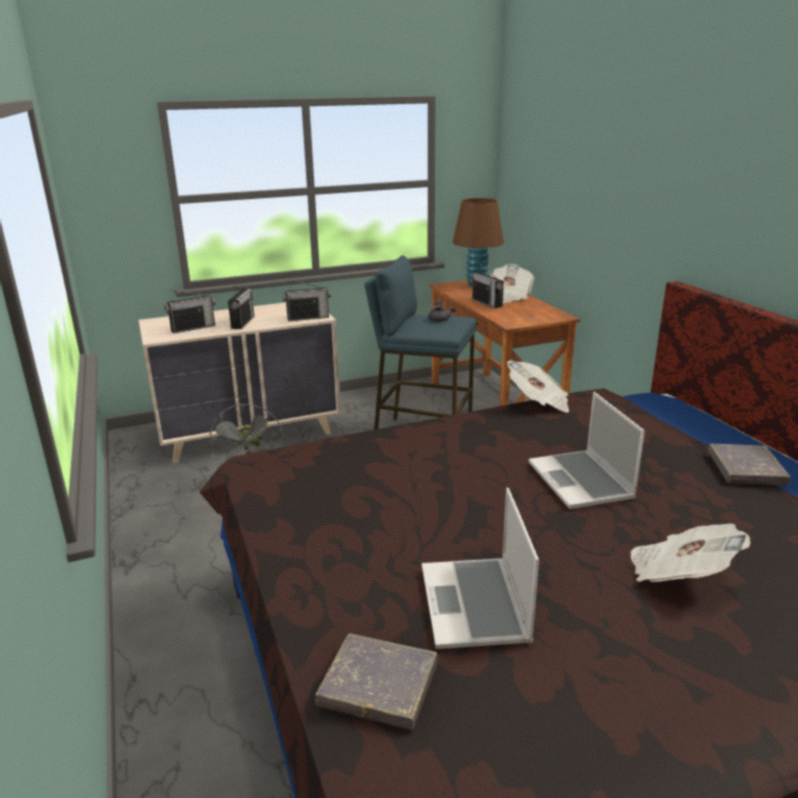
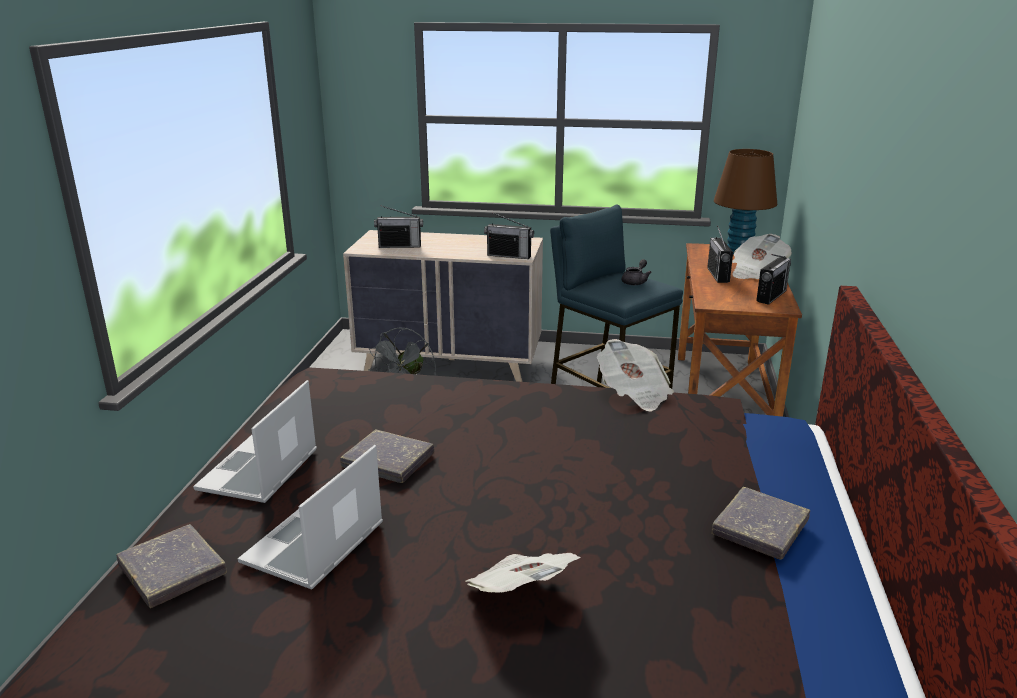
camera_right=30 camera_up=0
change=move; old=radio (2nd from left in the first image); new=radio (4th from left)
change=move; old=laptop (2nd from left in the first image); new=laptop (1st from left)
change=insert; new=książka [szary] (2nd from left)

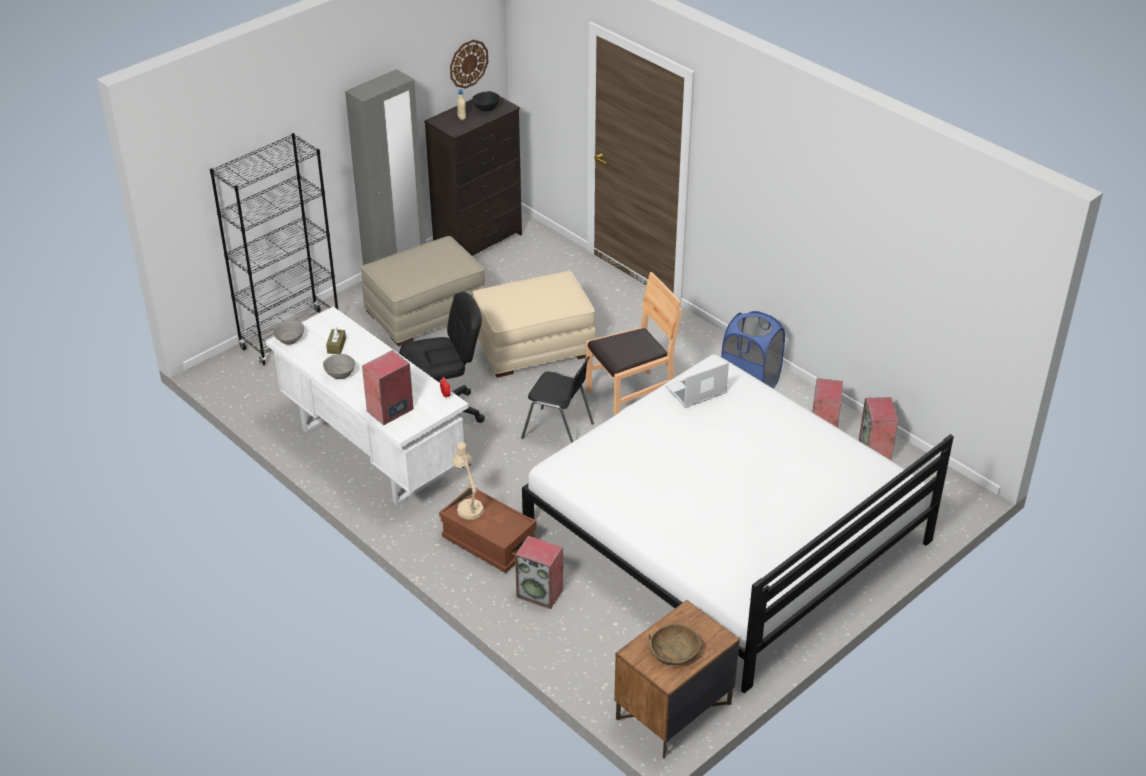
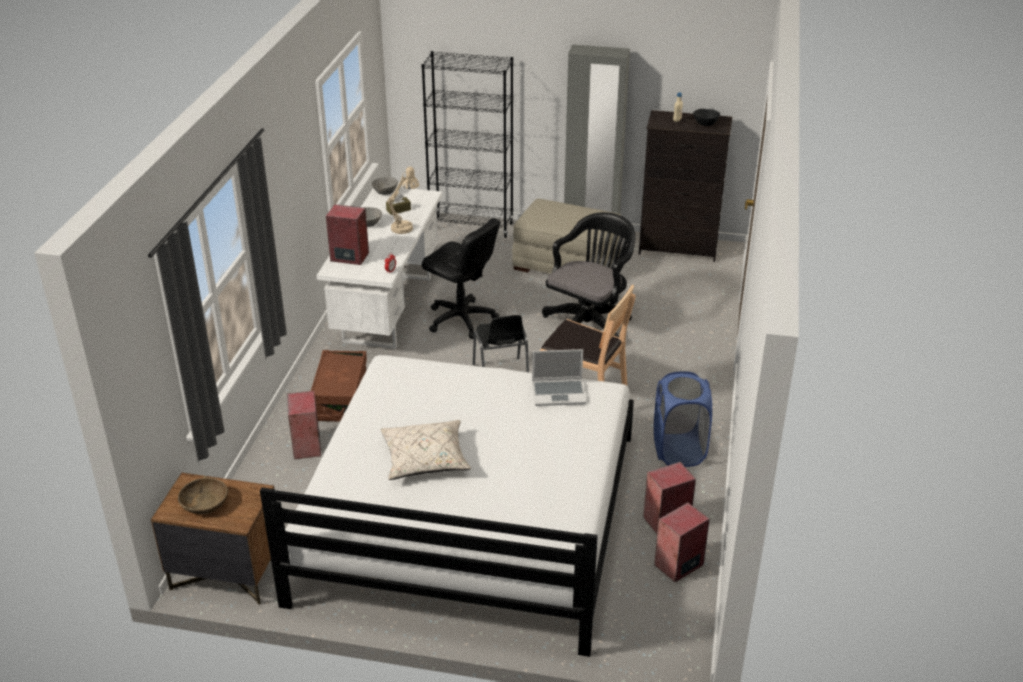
camera_right=55 camera_up=-5
change=delete; old=zegar ścienny
change=move; old=lampa stołowa [beżowy]
change=replace; old=pufa [beżowy] (2nd from left); new=krzesło biurowe [czarny] (2nd from left)
change=rotate; old=laptop; degrees=150
change=insert; new=poduszka [beżowy]

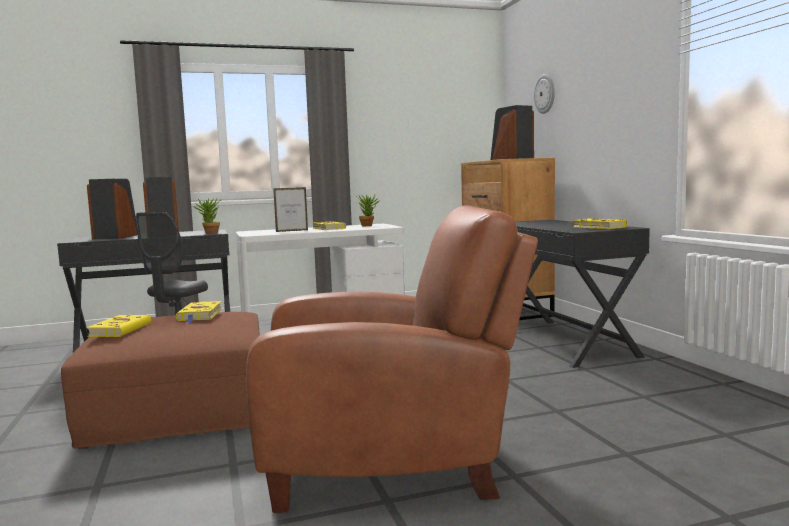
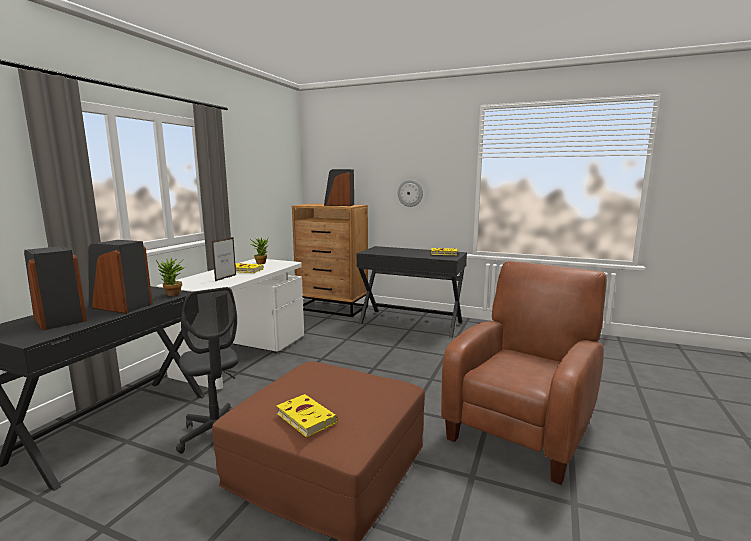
camera_right=-50 camera_up=5
change=delete; old=książka [żółty] (2nd from left)
change=move; old=zegar ścienny

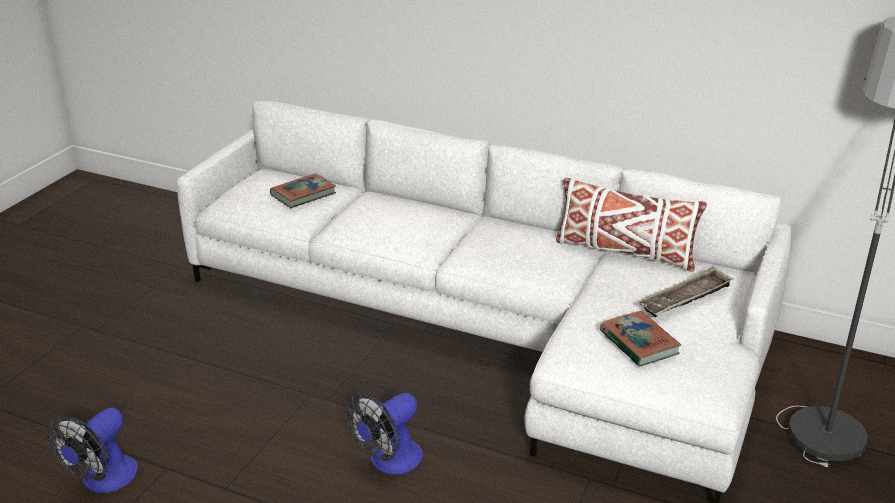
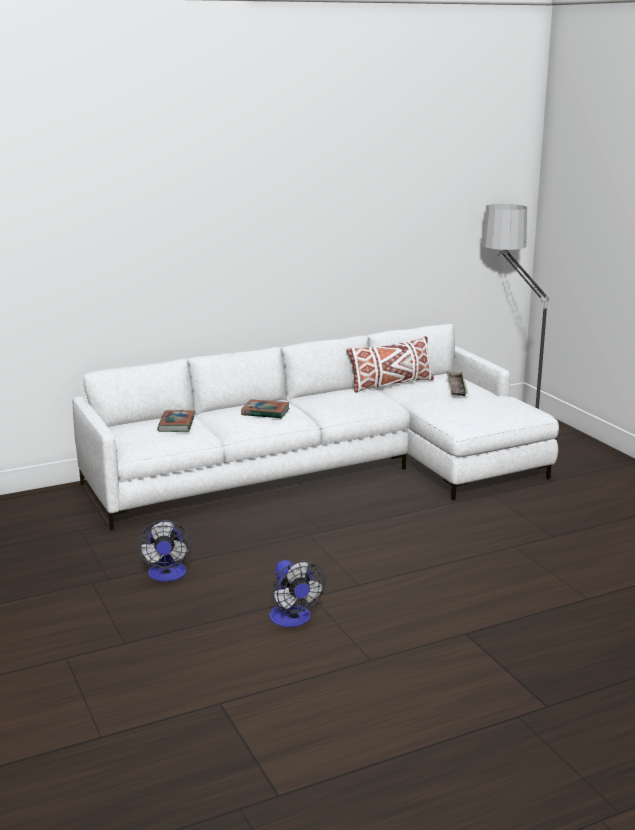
camera_right=-50 camera_up=-10
change=move; old=wentylator (2nd from left in the first image); new=wentylator (1st from left)
change=move; old=książka (2nd from left)

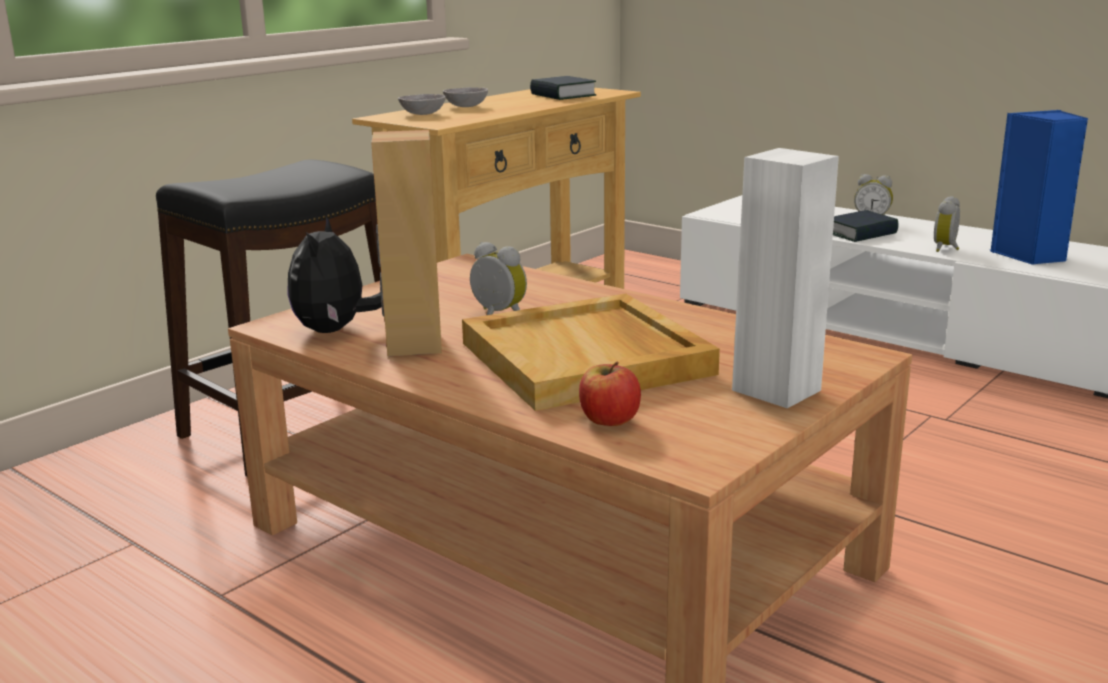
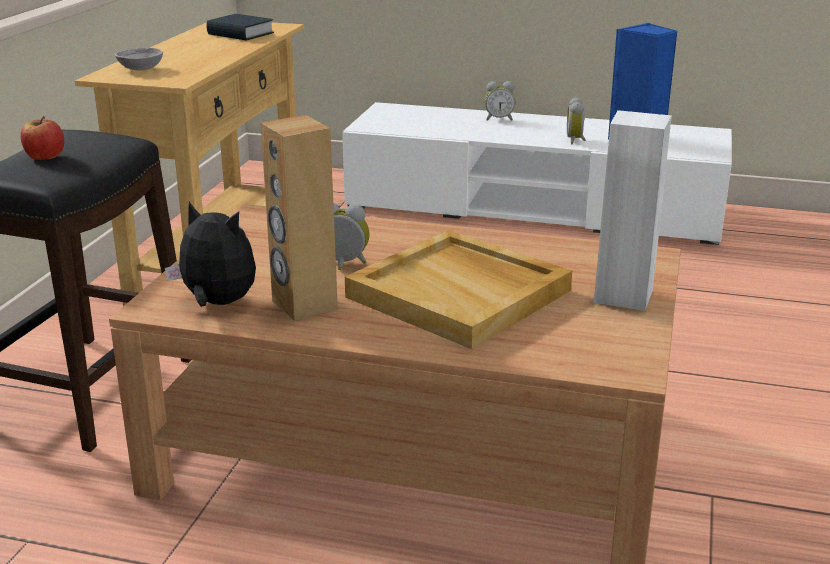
camera_right=-25 camera_up=5
change=rotate; old=pluszak; degrees=135
change=delete; old=miska [szary] (2nd from left)
change=move; old=jabłko
change=delete; old=książka (2nd from left)

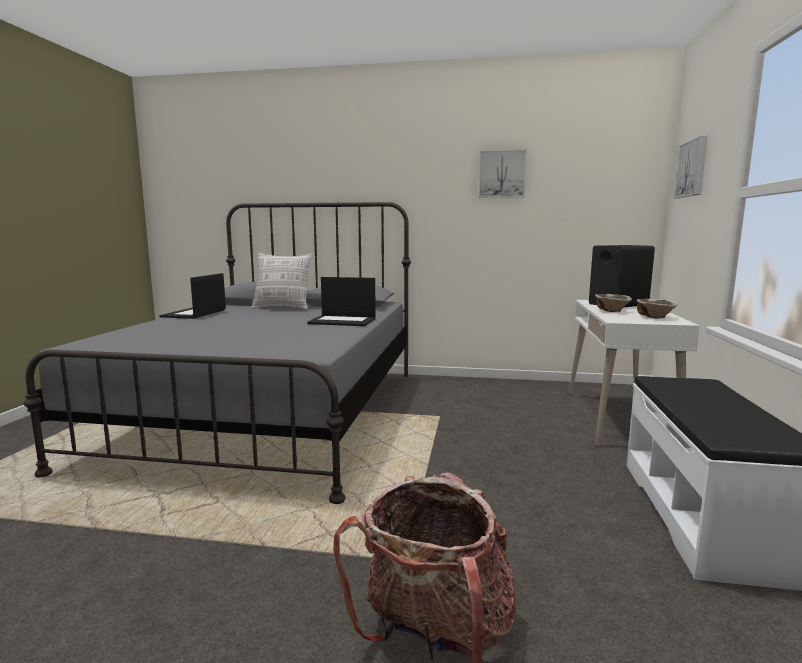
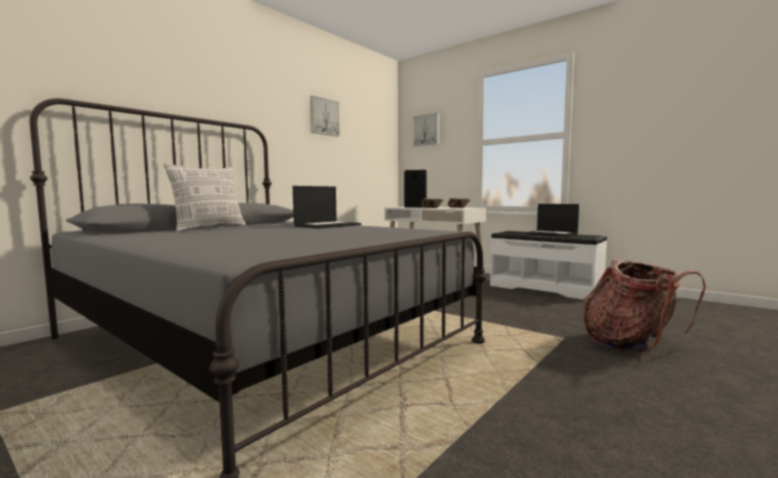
camera_right=-60 camera_up=-5
change=move; old=laptop (1st from left in the first image); new=laptop (2nd from left)

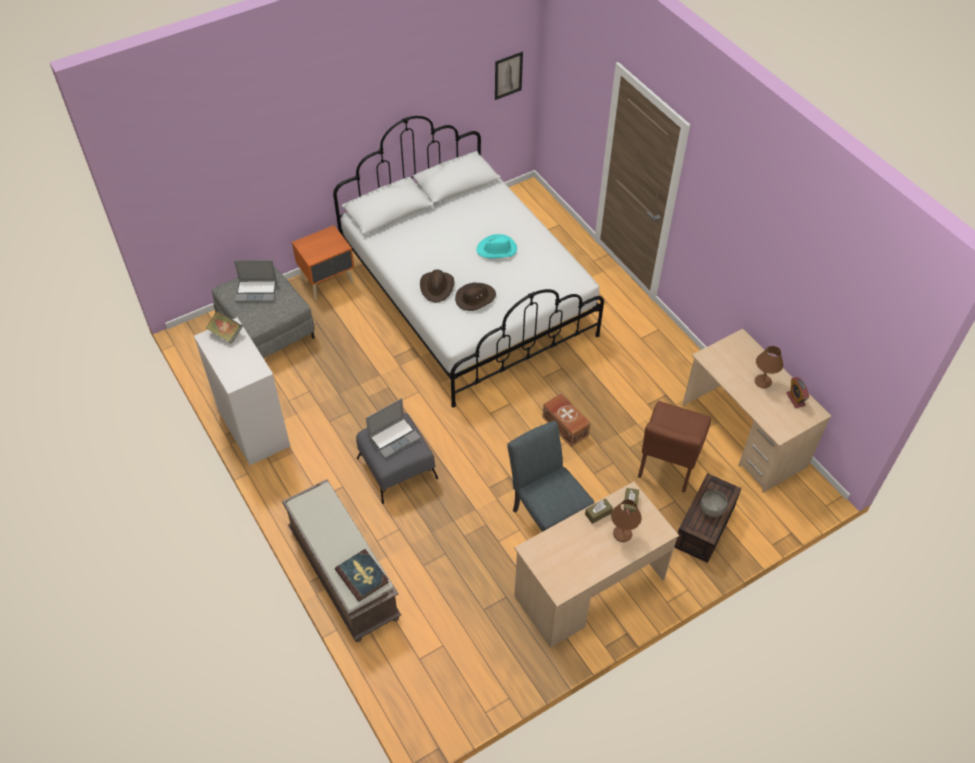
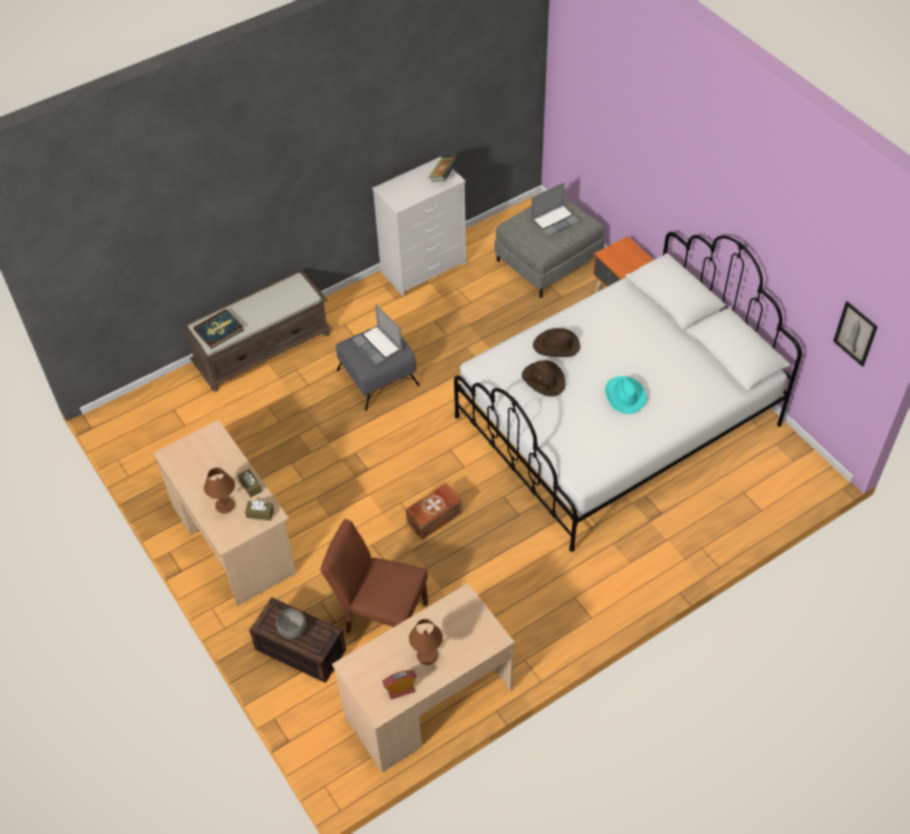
camera_right=90 camera_up=0
change=rotate; old=laptop (1st from left in the first image); degrees=-120
change=delete; old=krzesło [szary]

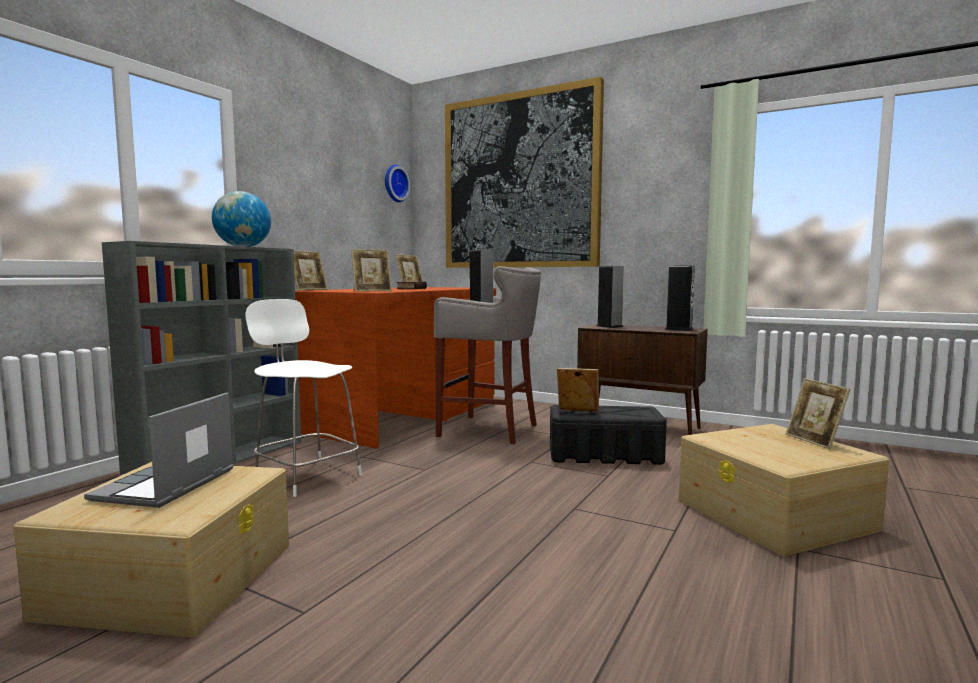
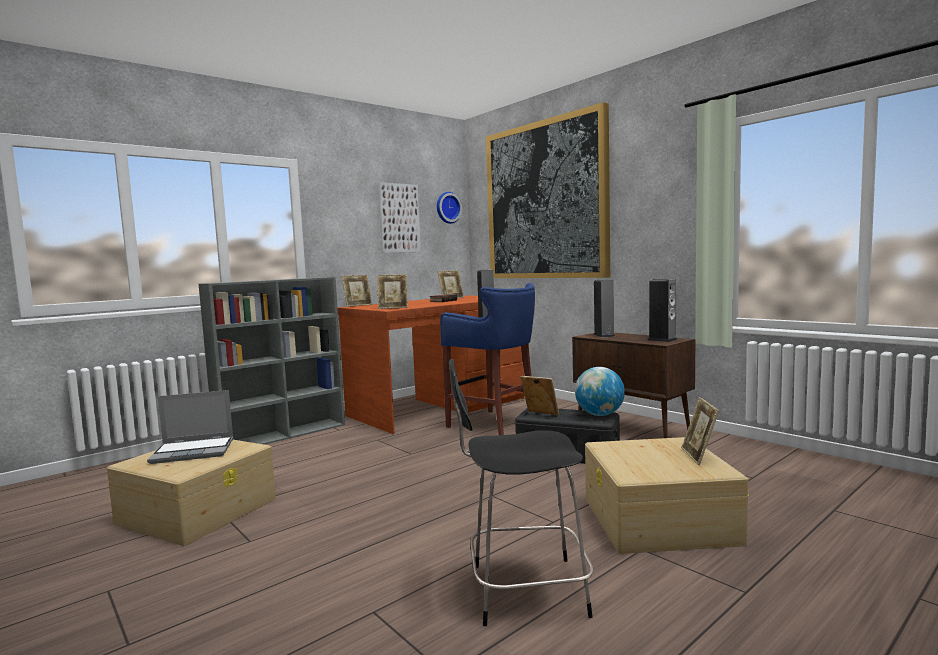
camera_right=20 camera_up=0
change=rotate; old=laptop; degrees=-135
change=move; old=globus
change=delete; old=krzesło [biały]
change=recolor; old=stołek [szary]; new=stołek [niebieski]
change=insert; new=obraz (1st from left)
change=insert; new=krzesło [czarny]

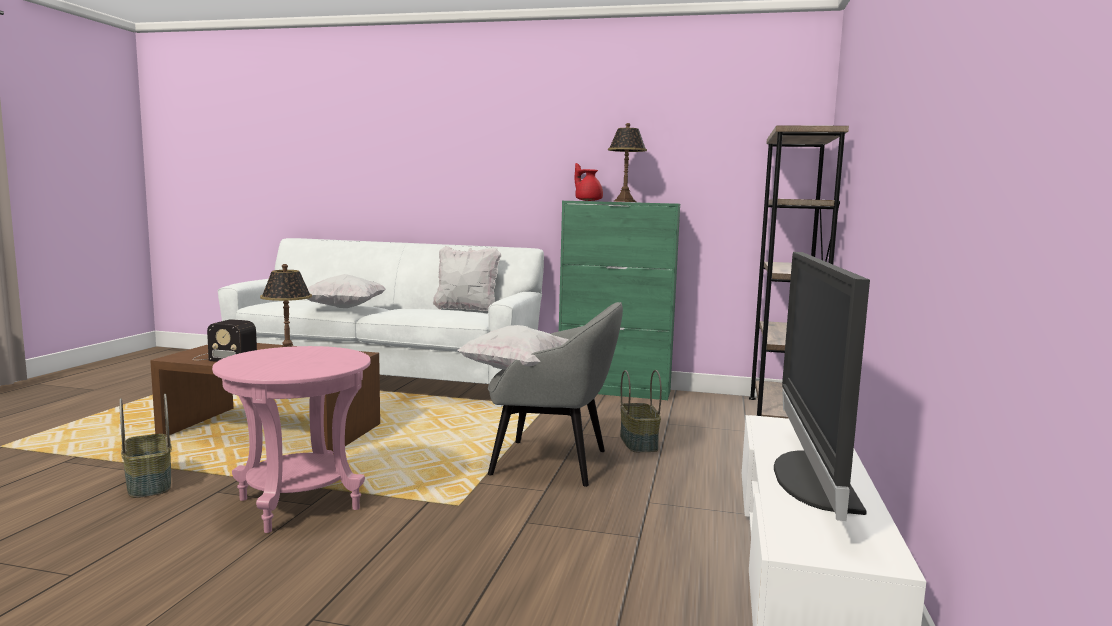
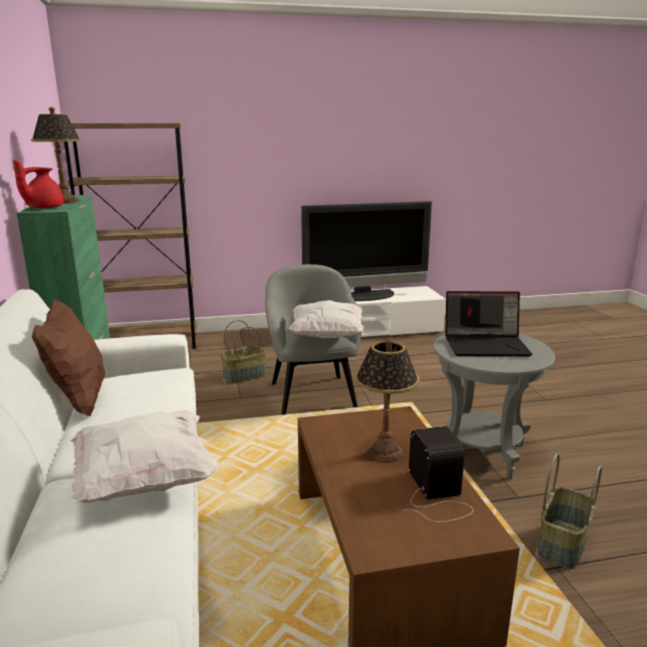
camera_right=-115 camera_up=10
change=recolor; old=stolik [różowy]; new=stolik [szary]
change=recolor; old=poduszka [biały] (2nd from left); new=poduszka [brązowy]
change=insert; new=laptop

